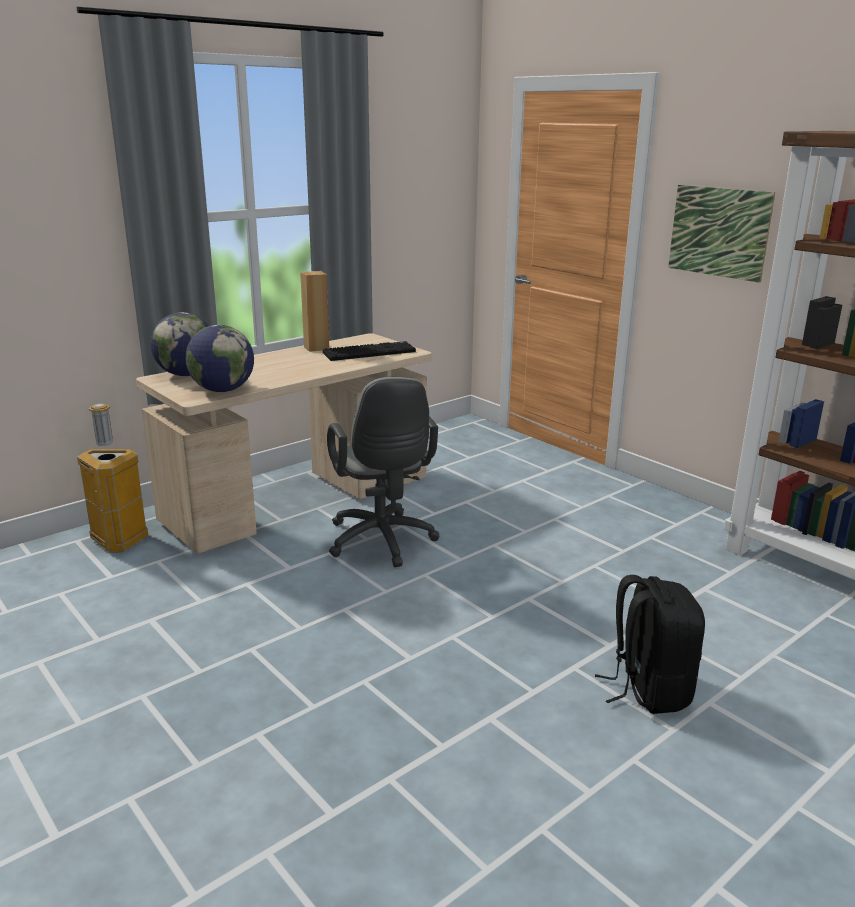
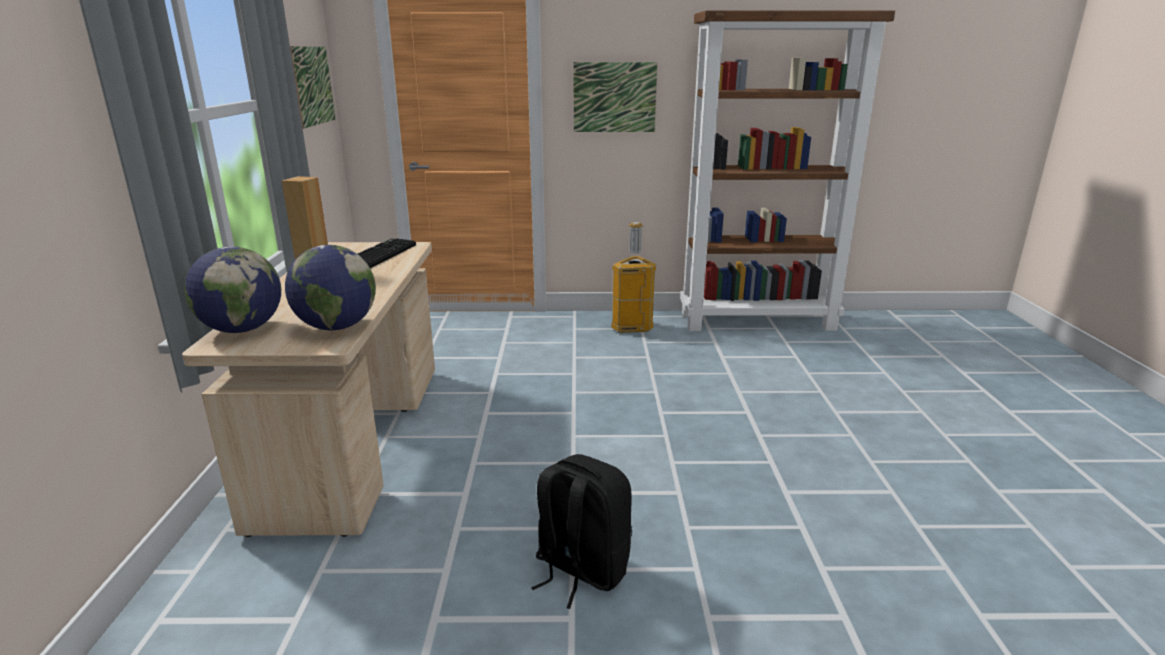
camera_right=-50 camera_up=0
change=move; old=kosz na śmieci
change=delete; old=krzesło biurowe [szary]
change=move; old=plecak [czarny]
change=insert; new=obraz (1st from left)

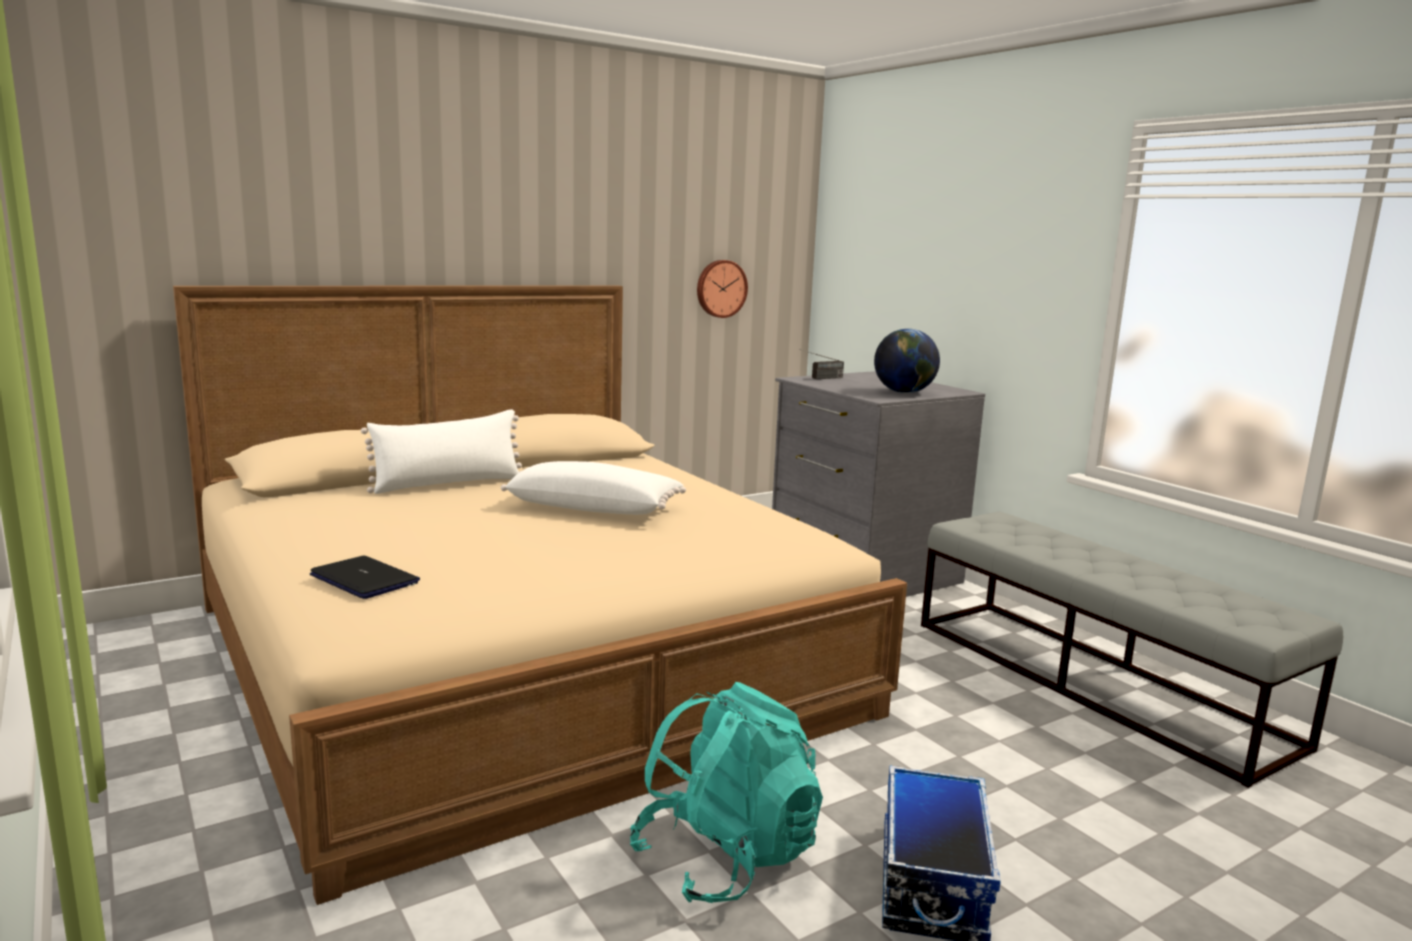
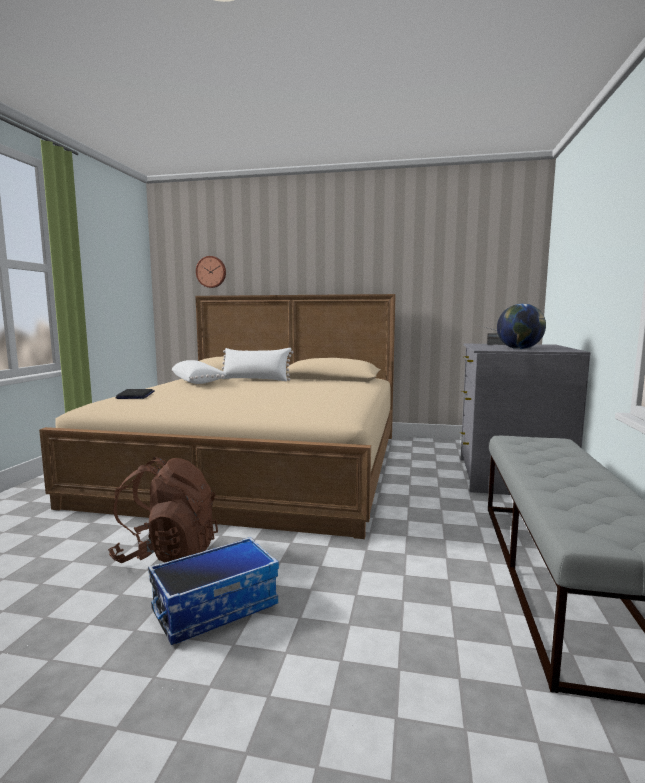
camera_right=45 camera_up=-5
change=move; old=poduszka [biały] (2nd from left in the first image); new=poduszka [biały] (1st from left)
change=recolor; old=plecak [turkusowy]; new=plecak [brązowy]
change=move; old=zegar ścienny

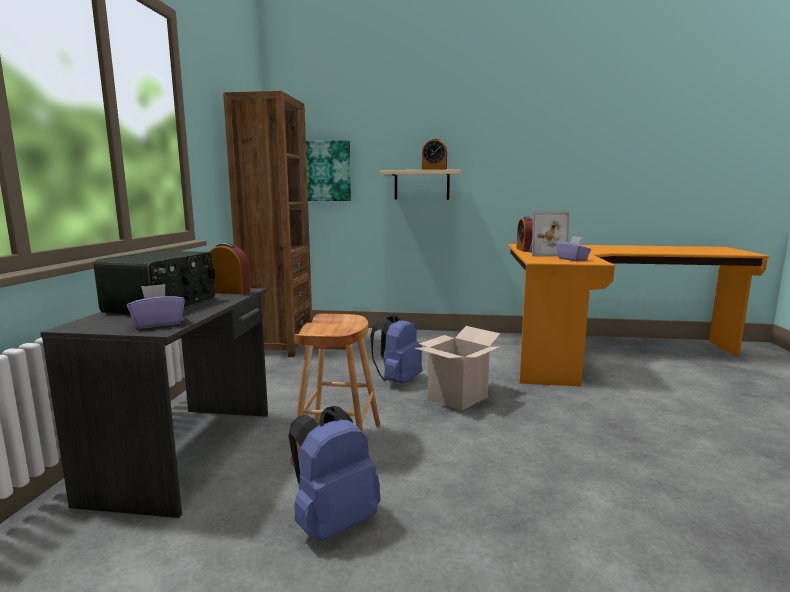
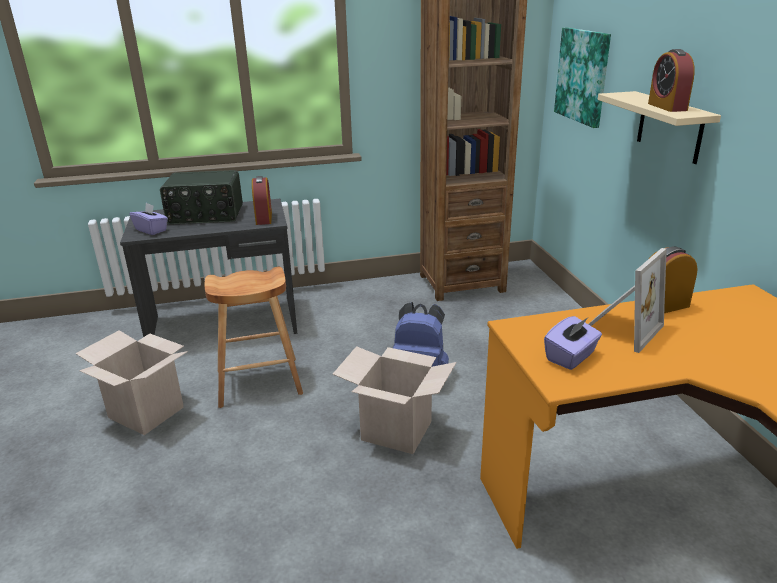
camera_right=70 camera_up=15
change=replace; old=plecak [niebieski] (1st from left); new=karton (1st from left)
change=rotate; old=ramka na zdjęcie; degrees=-120

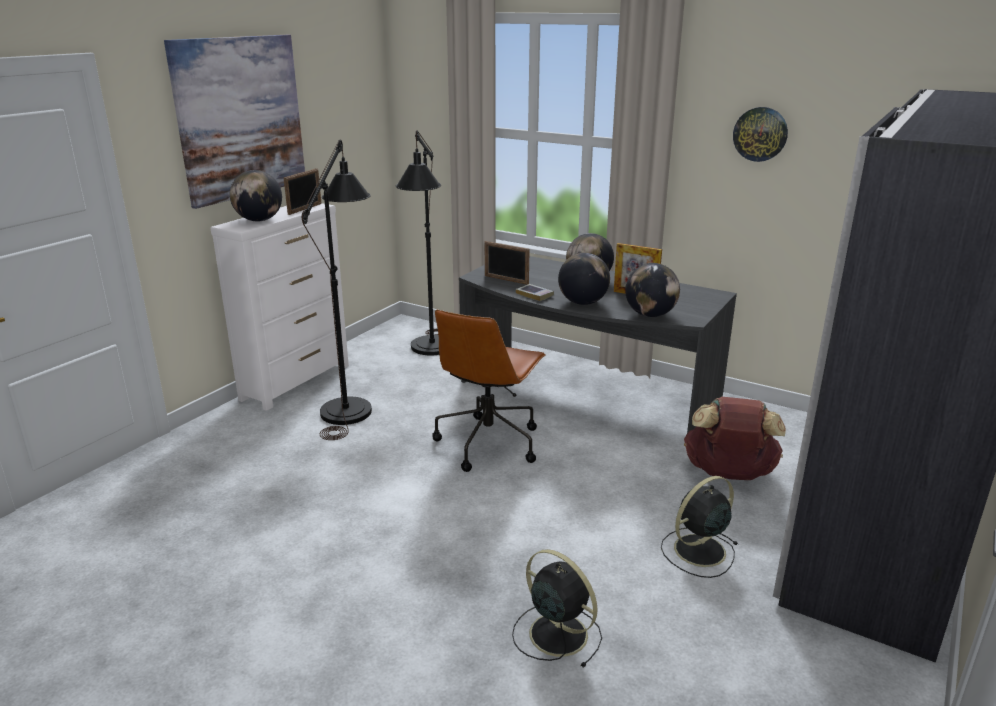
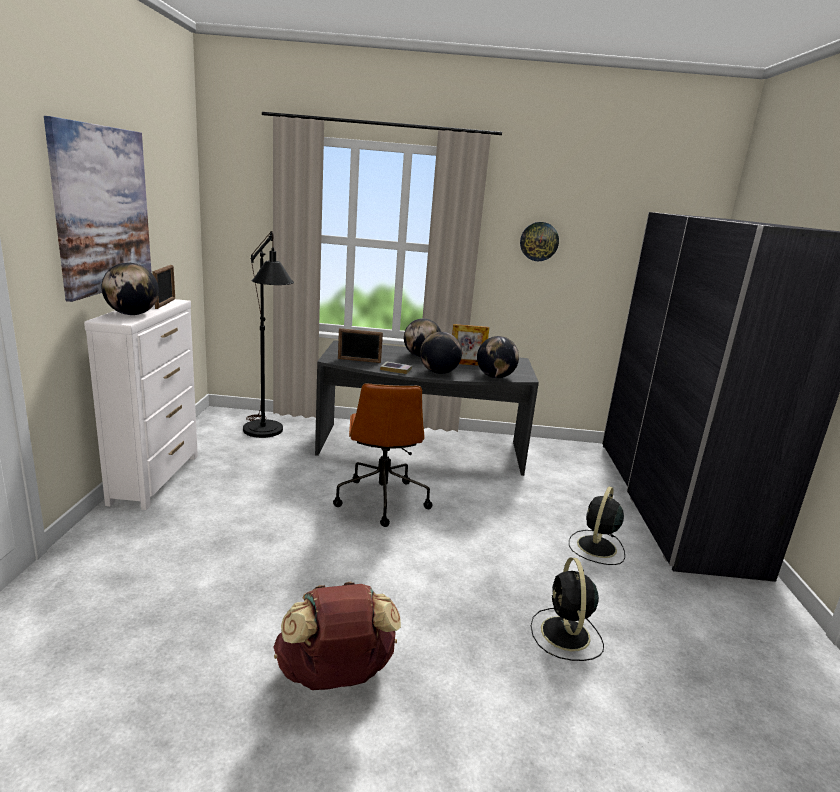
camera_right=-30 camera_up=-5
change=delete; old=lampa stojąca [czarny] (1st from left)
change=rotate; old=wentylator [czarny] (1st from left); degrees=-105
change=move; old=plecak [brązowy]

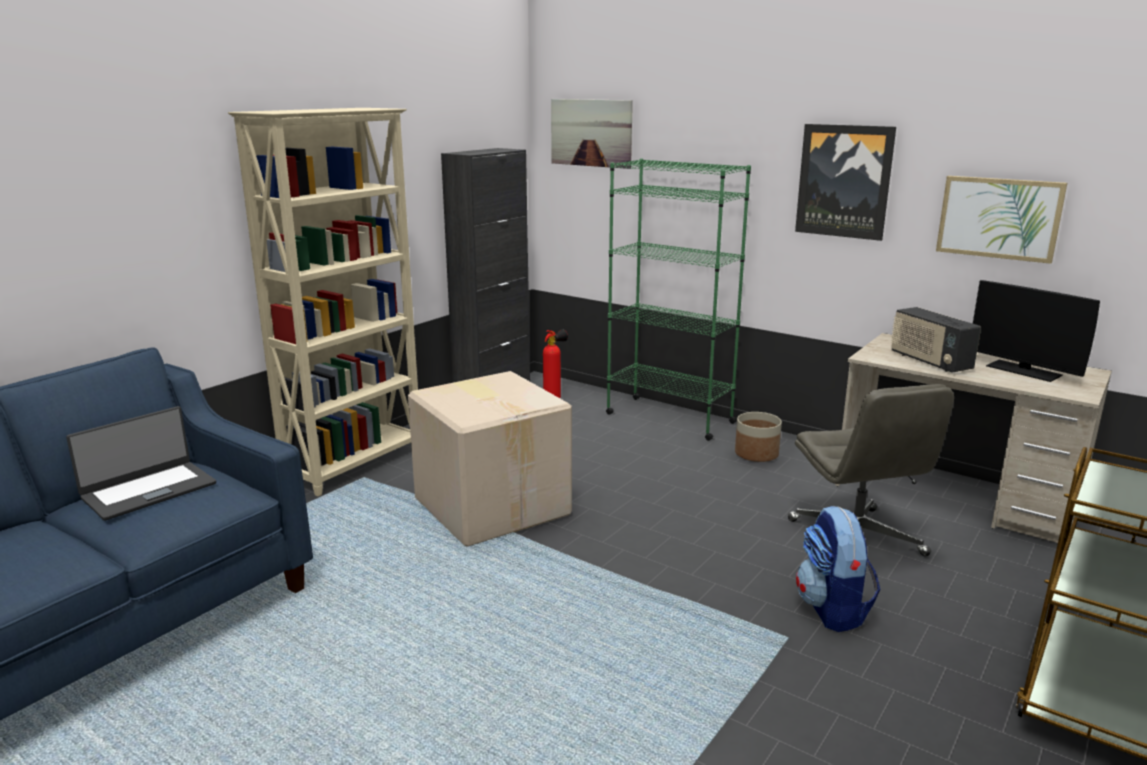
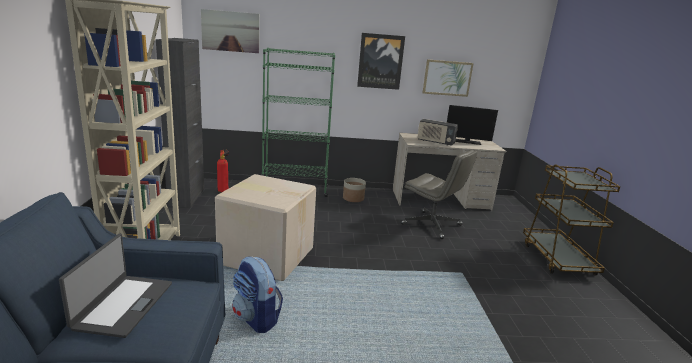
camera_right=-40 camera_up=0
change=move; old=plecak

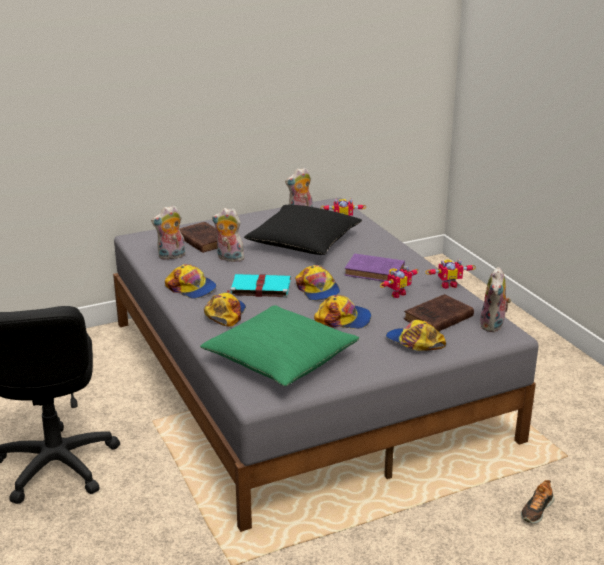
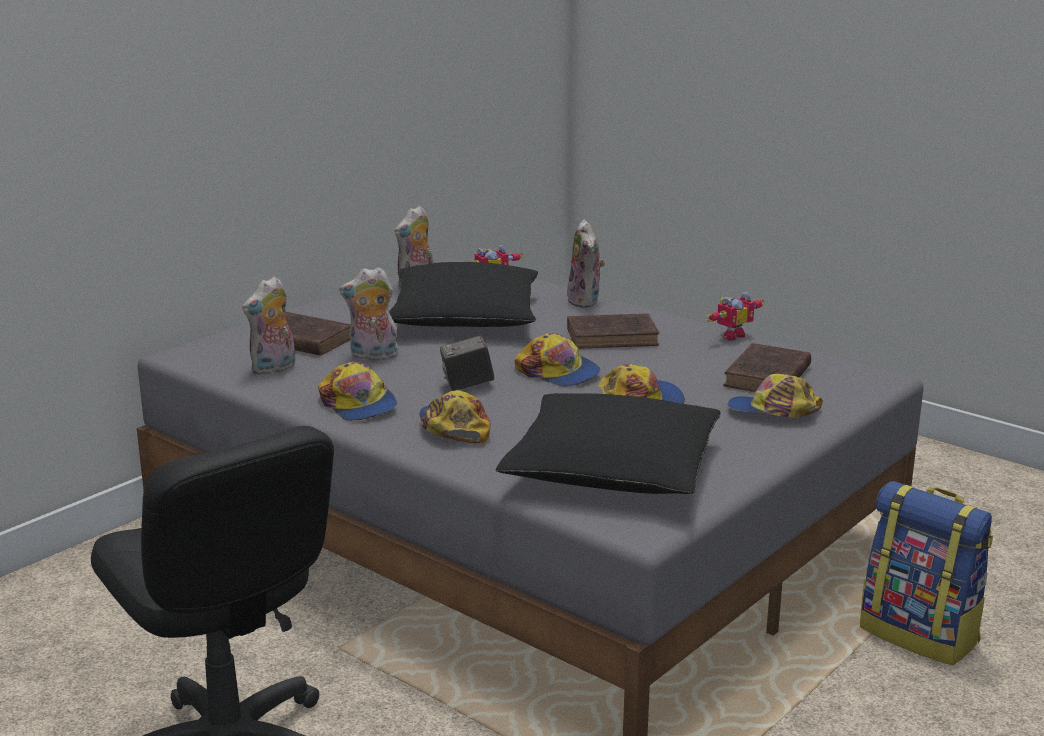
camera_right=-25 camera_up=-5
change=rotate; old=czapka z daszkiem (1st from left); degrees=45
change=recolor; old=poduszka [zielony]; new=poduszka [czarny] (2nd from left)
change=replace; old=książka [turkusowy]; new=aparat fotograficzny
change=recolor; old=książka [fioletowy]; new=książka [brązowy] (2nd from left)
change=delete; old=robot zabawkowy (2nd from left)
change=move; old=pluszak (4th from left)
change=delete; old=but
change=insert; new=plecak

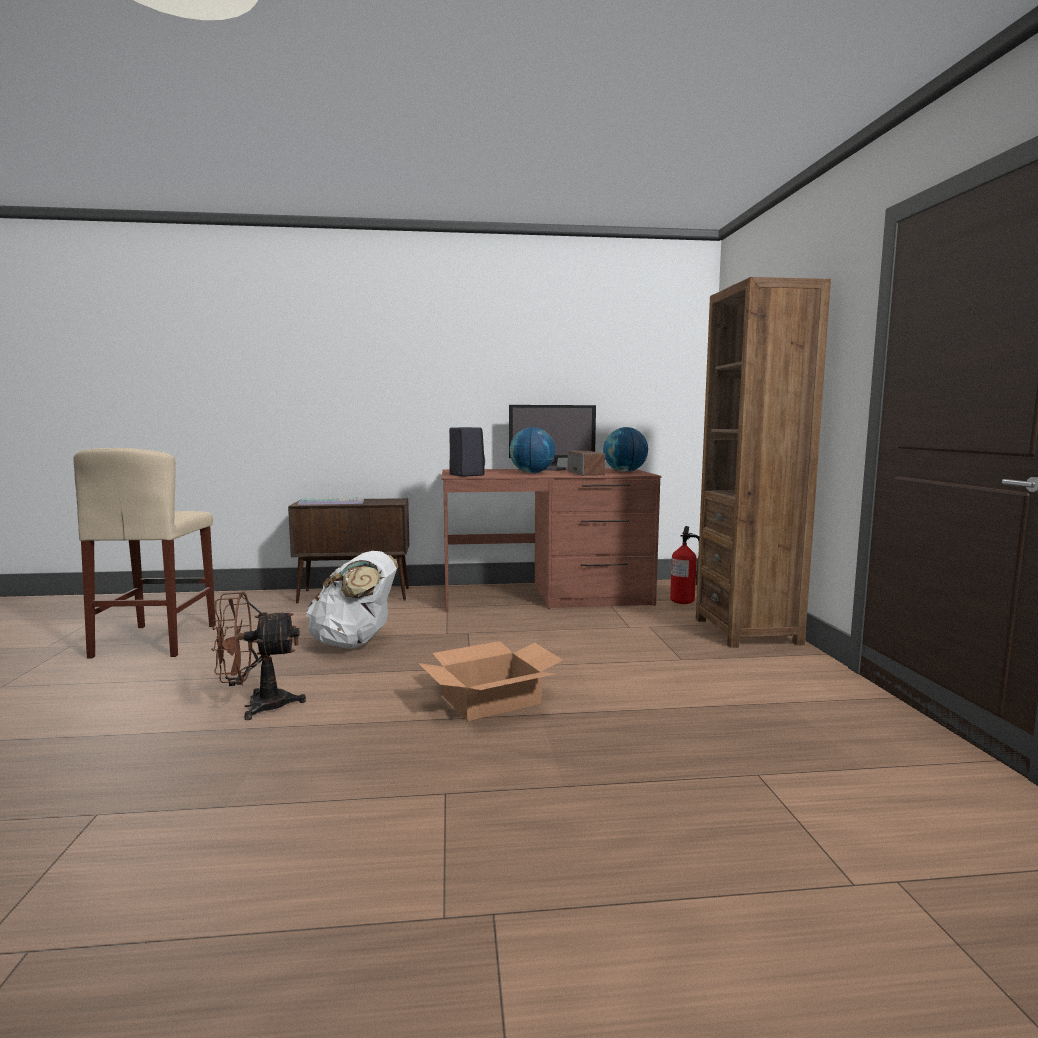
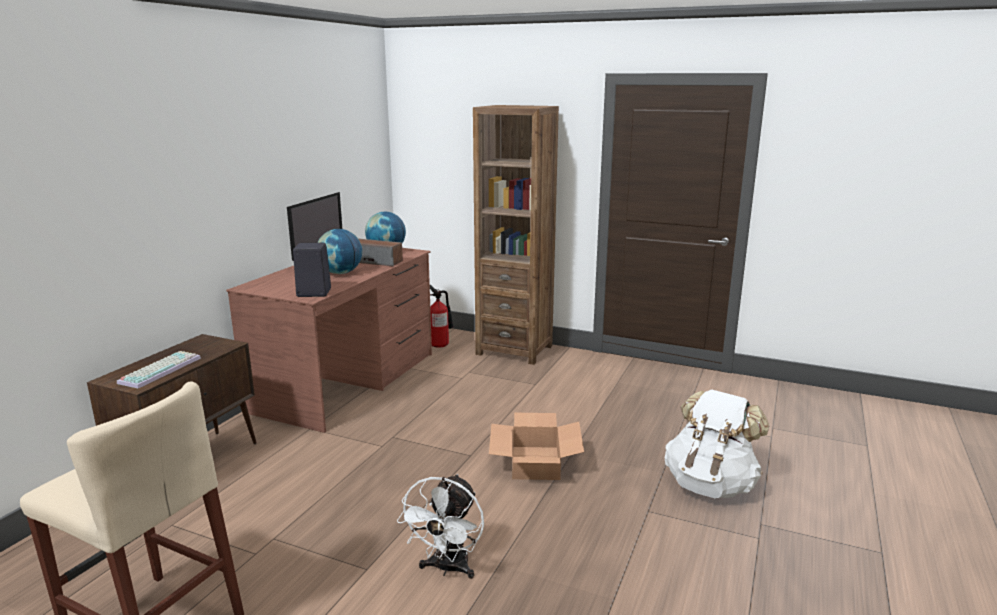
camera_right=-60 camera_up=10
change=recolor; old=wentylator [brązowy]; new=wentylator [biały]
change=move; old=plecak [biały]

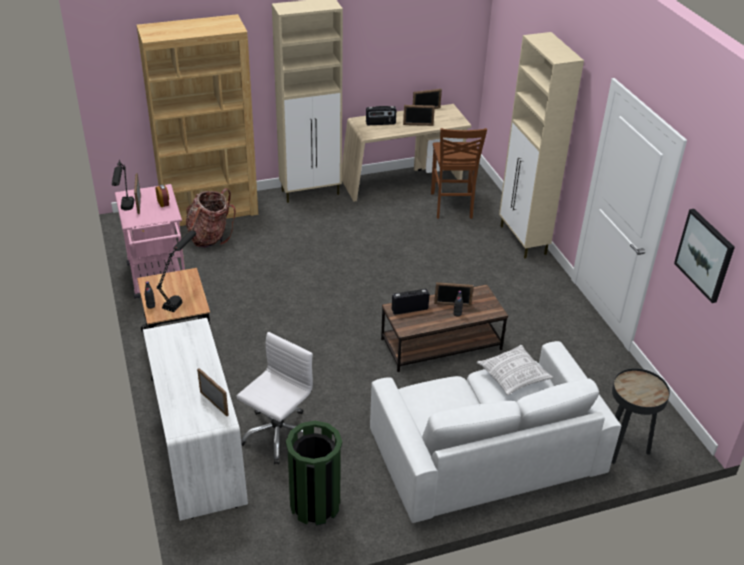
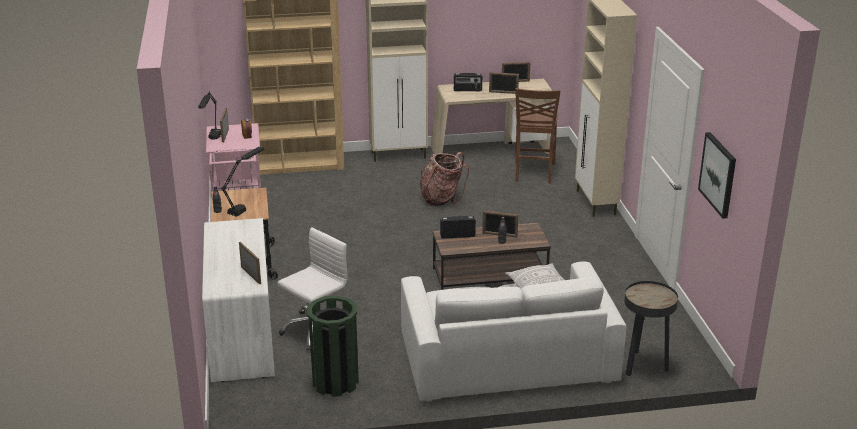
camera_right=10 camera_up=-10
change=move; old=plecak

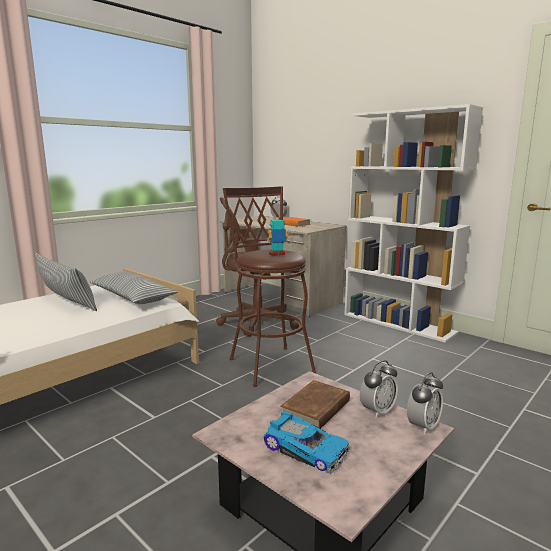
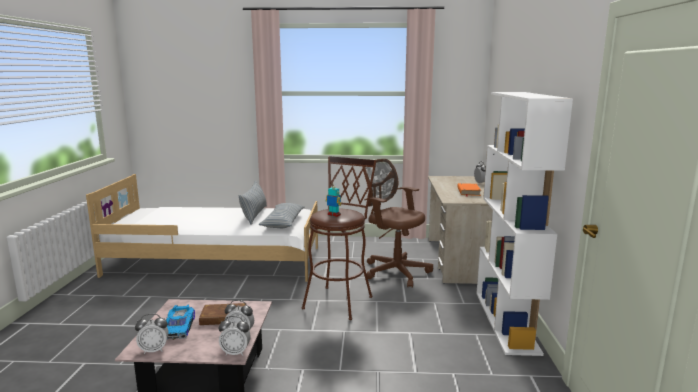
camera_right=50 camera_up=0
change=insert; new=budzik (1st from left)

